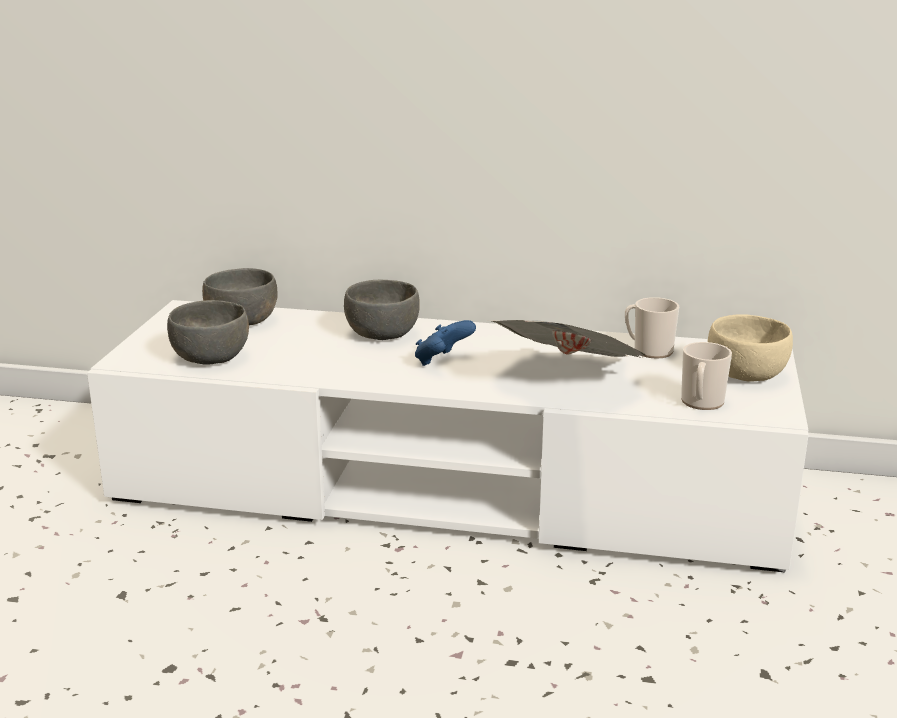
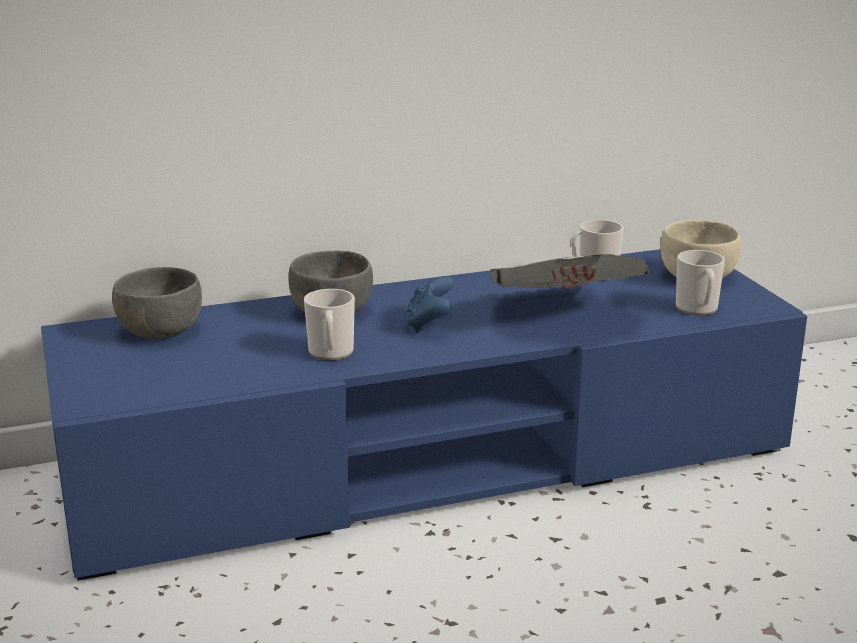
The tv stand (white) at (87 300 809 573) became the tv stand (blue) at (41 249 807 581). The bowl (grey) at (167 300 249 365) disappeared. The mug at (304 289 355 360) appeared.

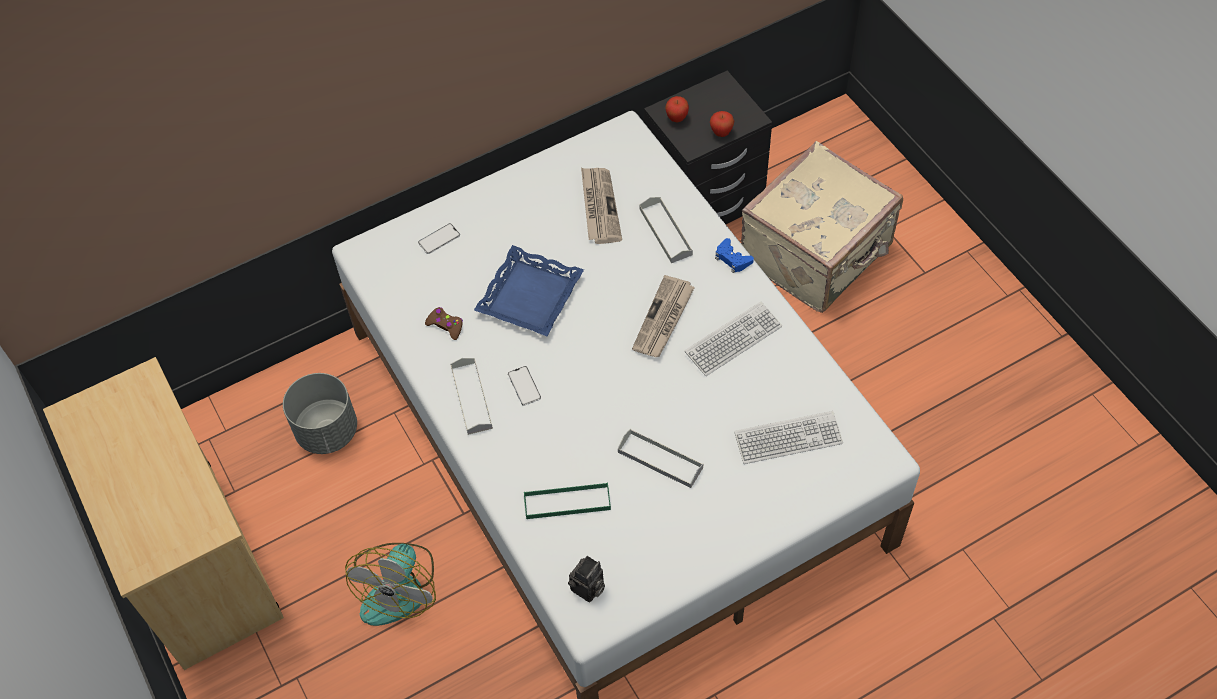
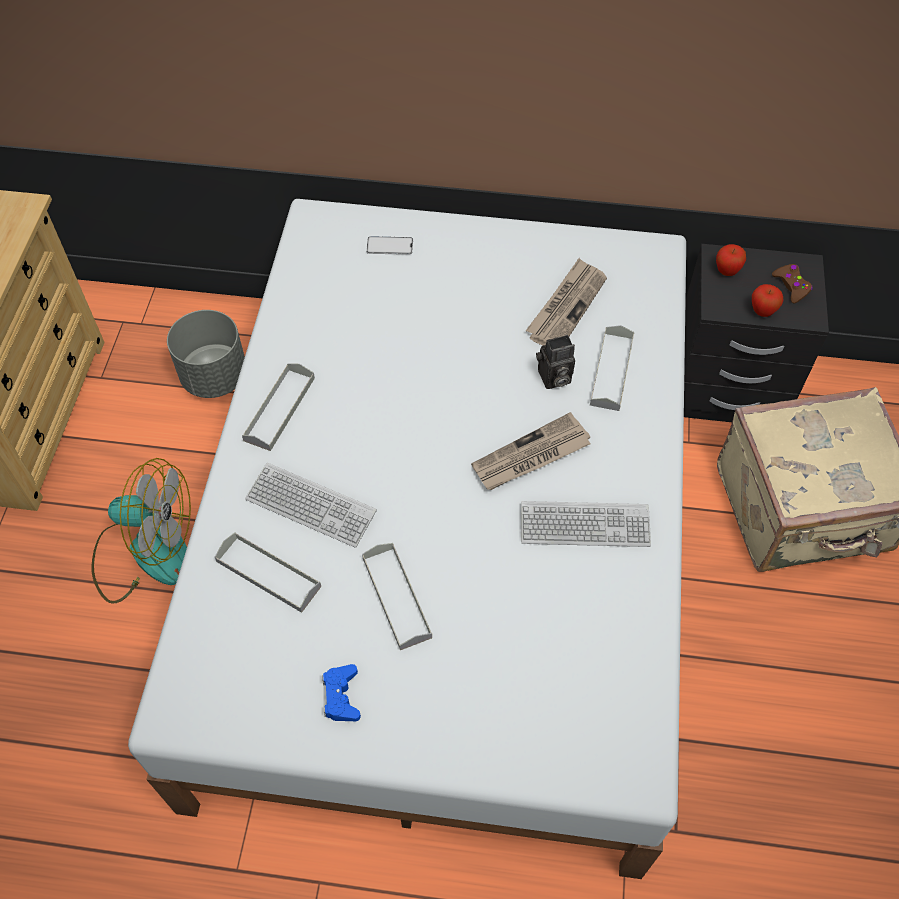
The fan at (345 543 436 626) turned 135 degrees counterclockwise. The game controller (brown) moved from (425 307 463 340) to (772 264 812 304). The tray (blue) at (474 245 584 336) disappeared. The phone at (508 366 541 406) disappeared. The tray (green) at (524 482 611 519) became the tray (grey) at (215 532 321 613). The photo camera moved from (568 556 605 602) to (536 335 575 389). The game controller (blue) moved from (715 238 754 273) to (323 664 361 721). The keyboard moved from (734 411 843 464) to (245 463 377 548).

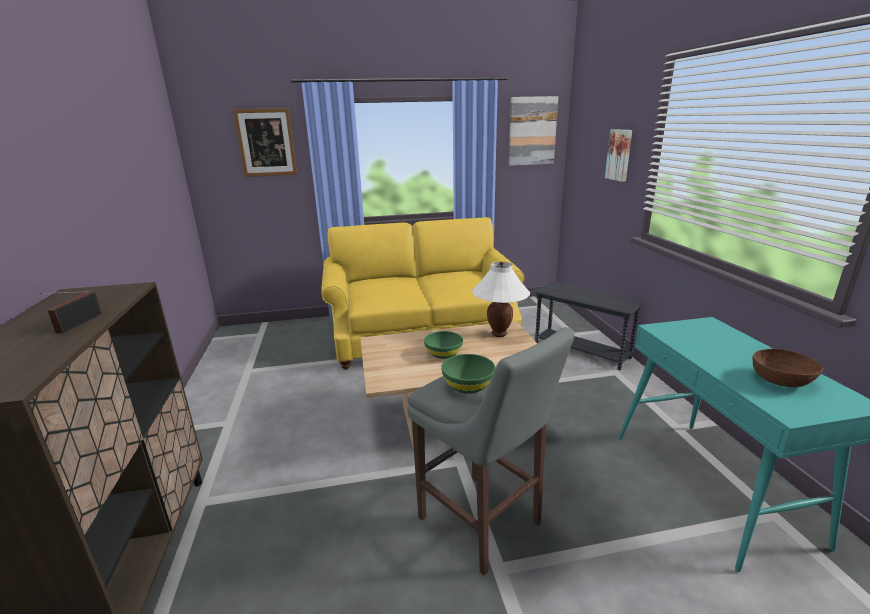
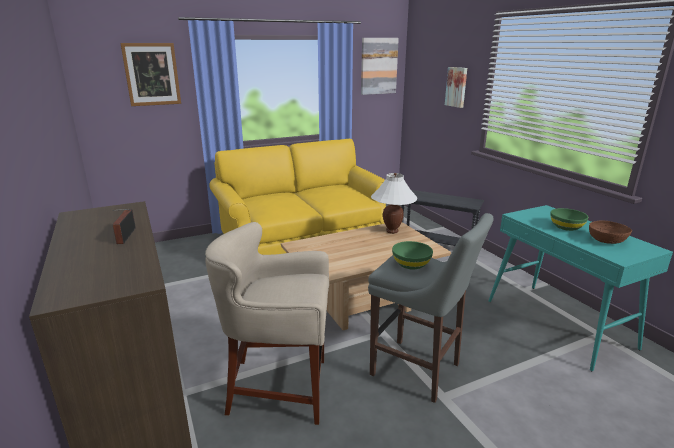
The bowl (green) moved from (424 331 463 359) to (550 208 588 231). The stool (beige) at (205 222 329 425) appeared.

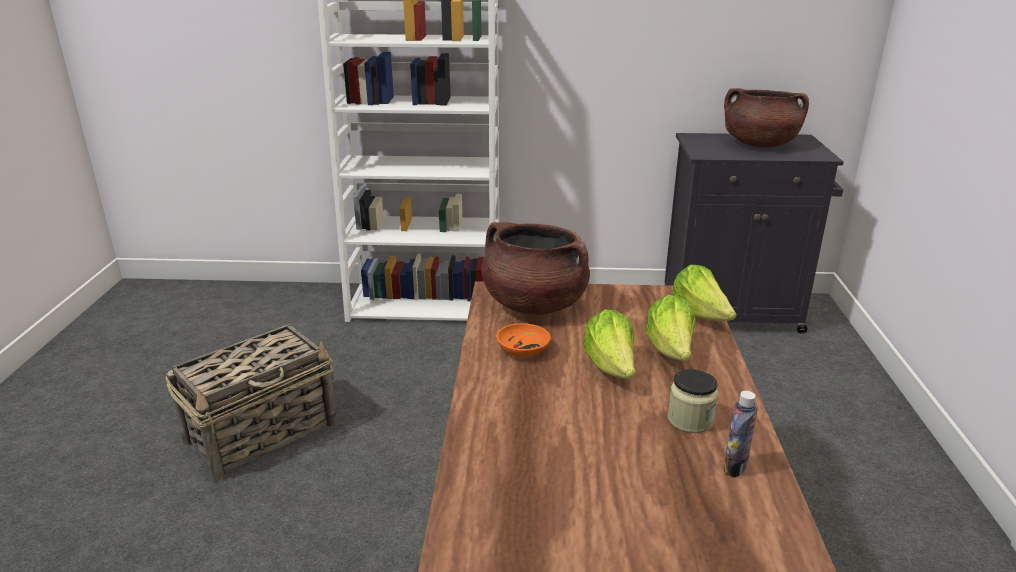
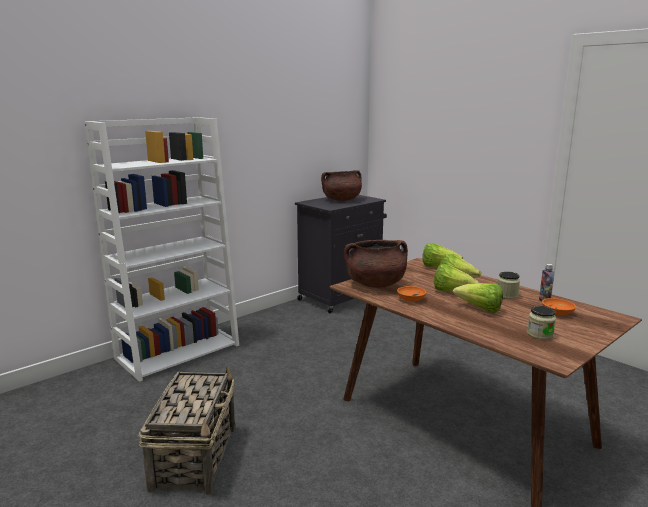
The lettuce at (453 283 503 313) appeared. The jar at (527 306 556 340) appeared. The bowl (orange) at (542 298 576 316) appeared.

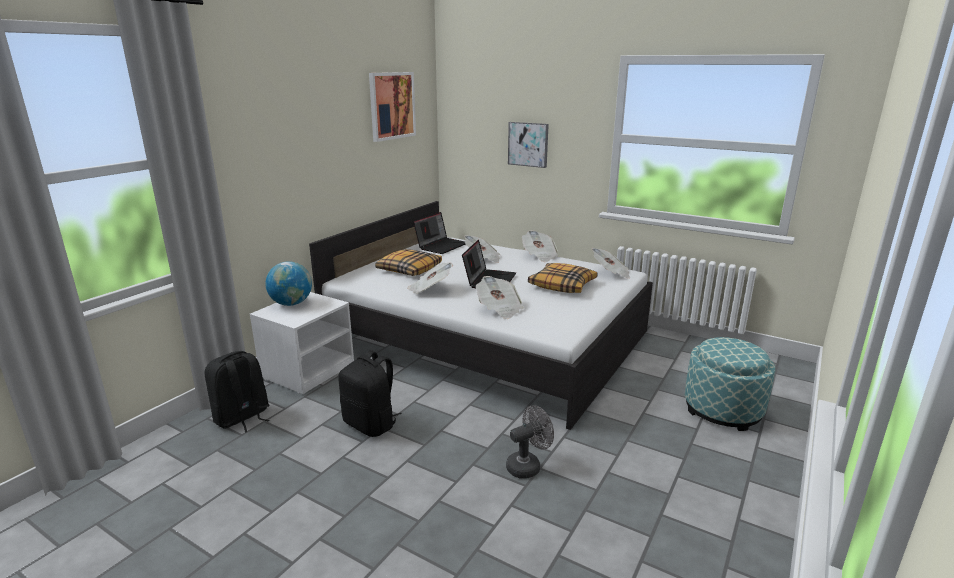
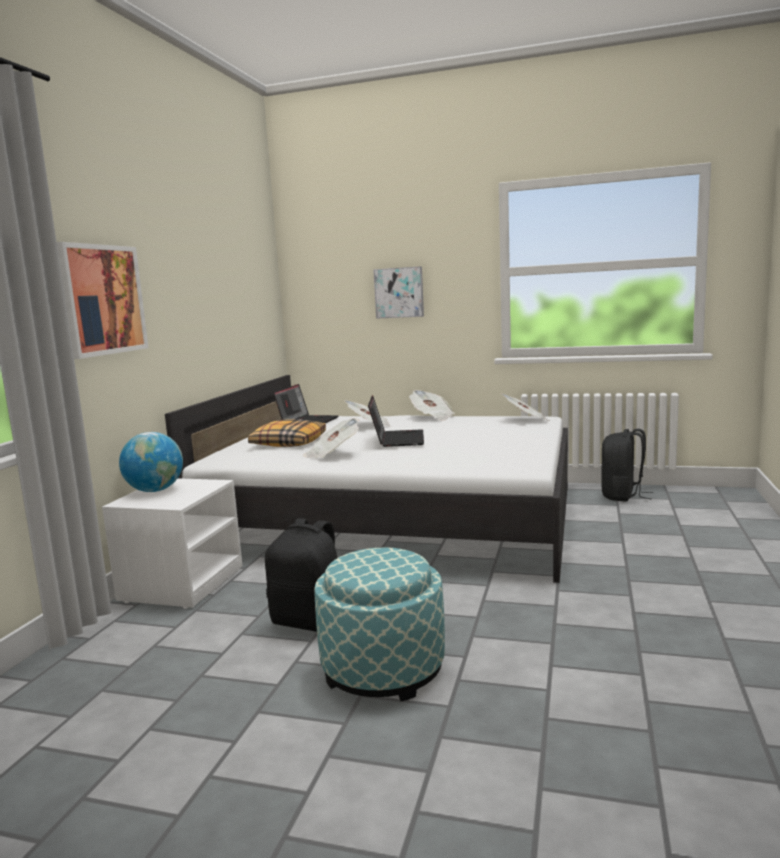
The backpack (black) moved from (205 351 270 433) to (601 429 653 502). The picture moved from (369 72 416 142) to (57 242 149 359). The newspaper at (476 276 524 319) disappeared. The fan (grey) at (506 405 554 479) disappeared. The pillow at (528 263 597 293) disappeared. The ottoman moved from (685 337 775 431) to (314 548 445 701).

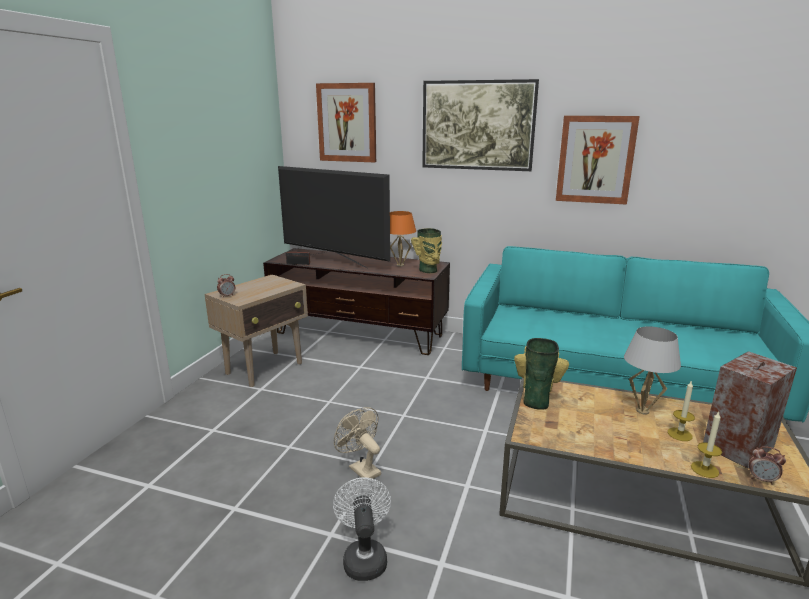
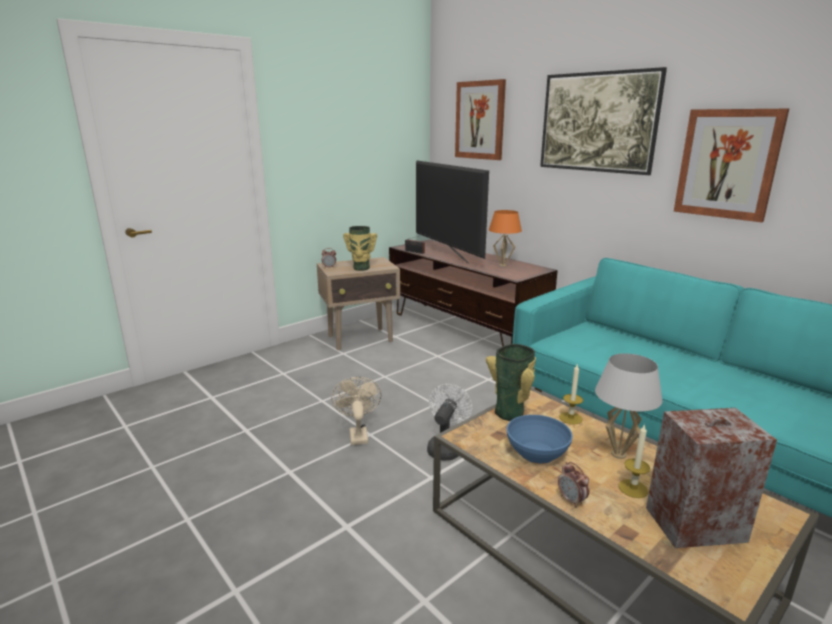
The fan (white) moved from (333 478 391 581) to (427 384 472 460). The vase moved from (411 228 442 273) to (343 226 377 271). The candle moved from (691 412 722 478) to (559 364 583 424). The alarm clock moved from (749 446 786 485) to (558 462 589 508). The bowl (blue) at (507 415 573 464) appeared.

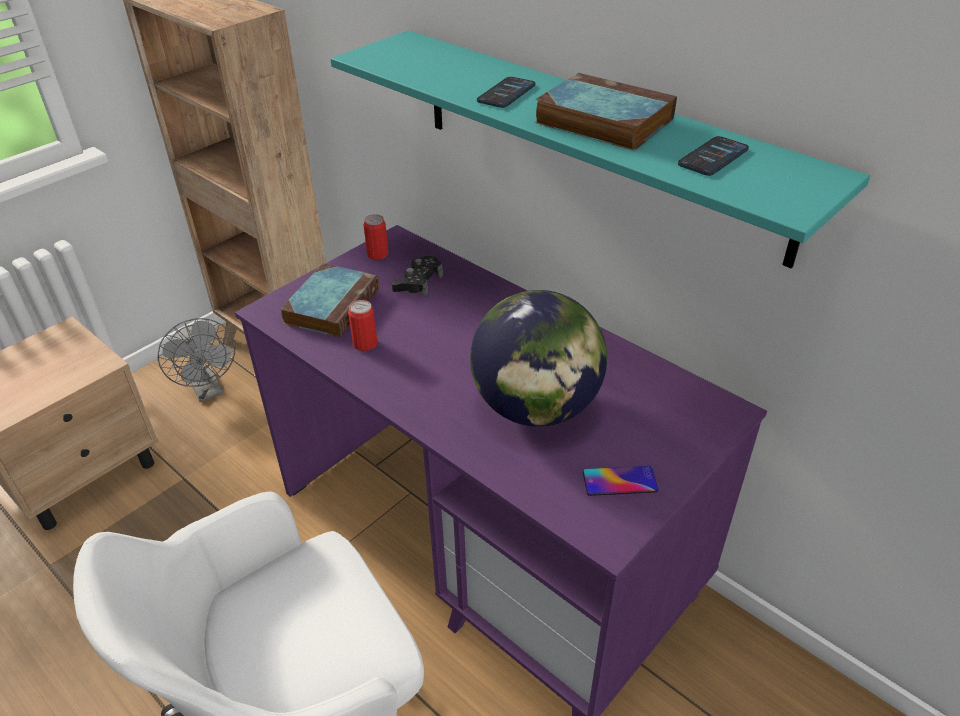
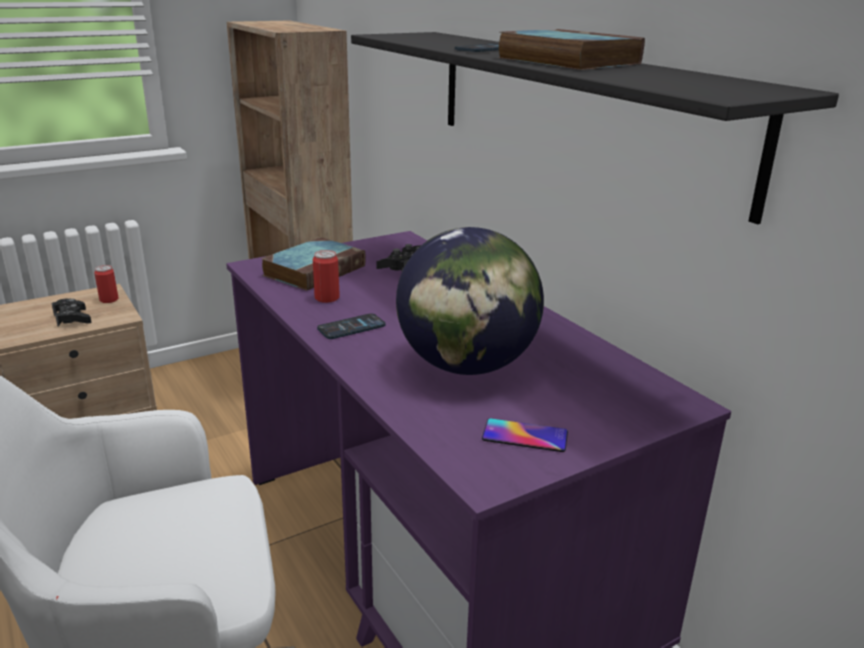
The fan (grey) at (158 318 235 402) disappeared. The shelf (turquoise) at (330 30 870 268) became the shelf (black) at (351 32 839 224). The can moved from (363 214 389 260) to (94 265 118 303). The phone moved from (678 136 749 176) to (317 313 386 339). The game controller (black) at (51 299 92 327) appeared.

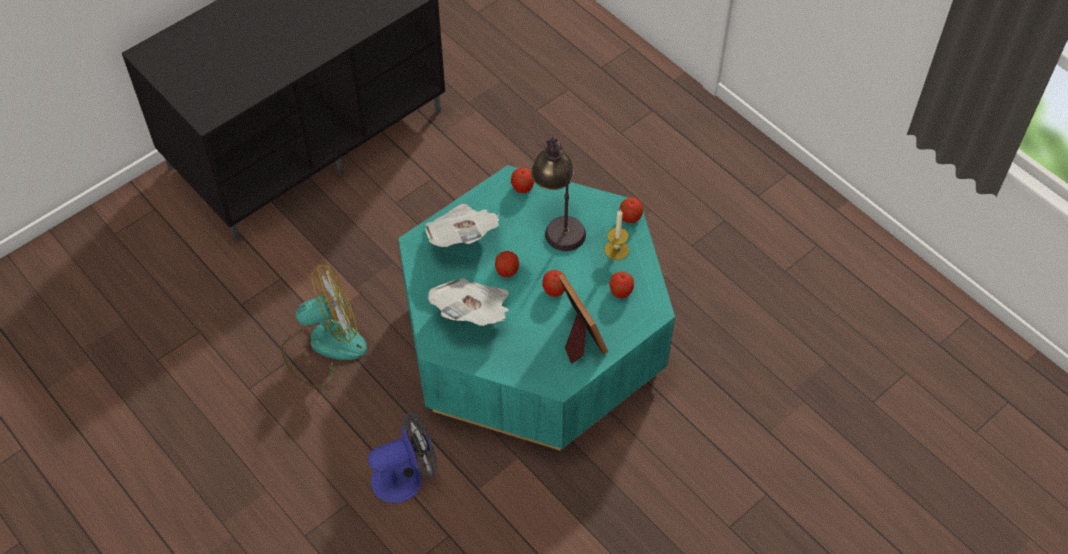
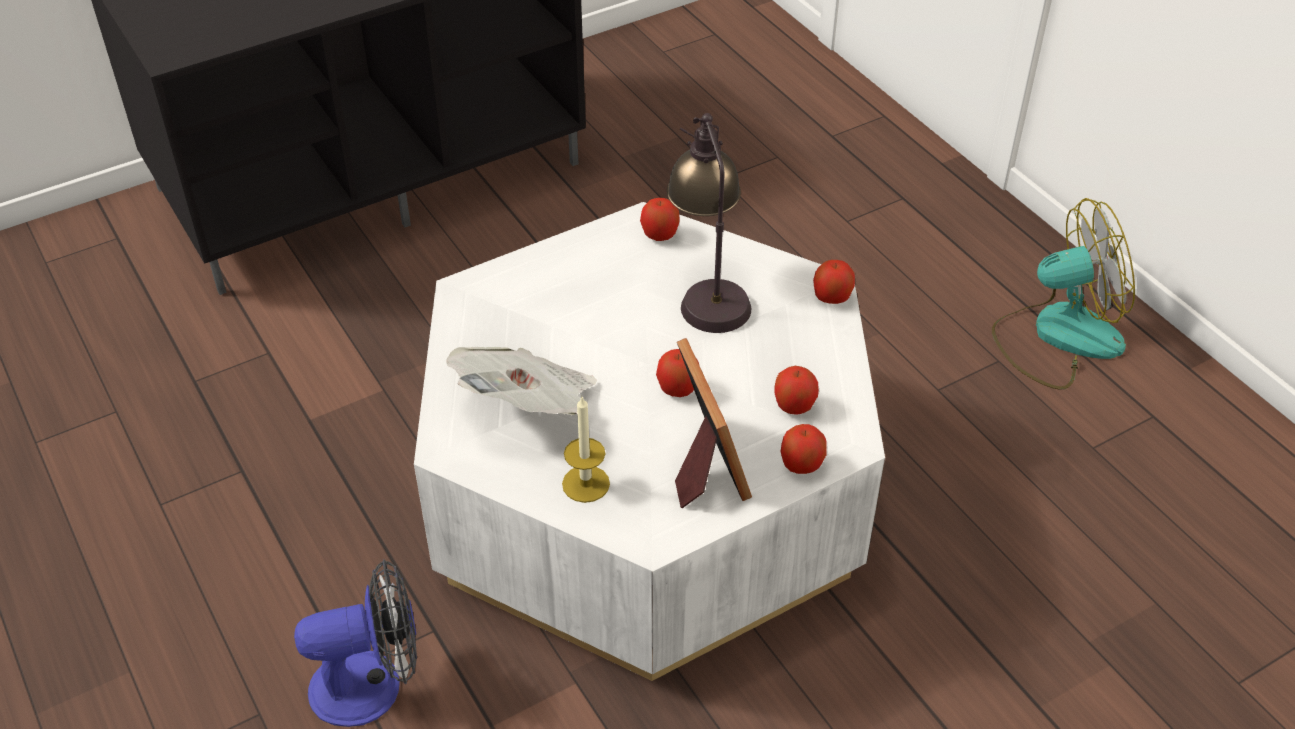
The fan moved from (282 264 367 388) to (992 198 1135 390). The coffee table (turquoise) at (398 165 675 451) became the coffee table (white) at (414 202 885 681). The newspaper at (425 204 499 247) disappeared. The apple moved from (495 251 519 277) to (780 424 827 474). The candle moved from (604 210 629 260) to (562 395 610 503).

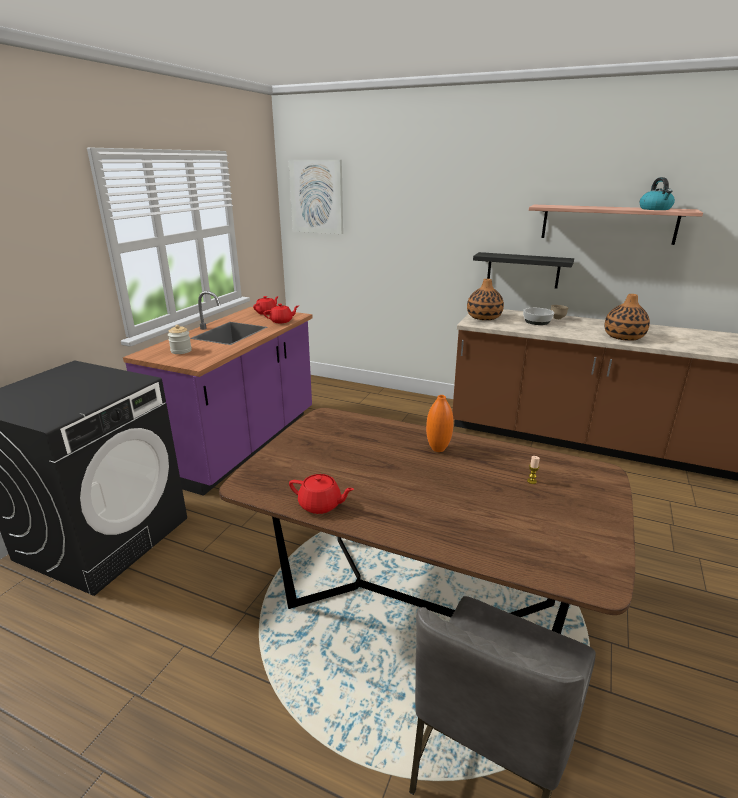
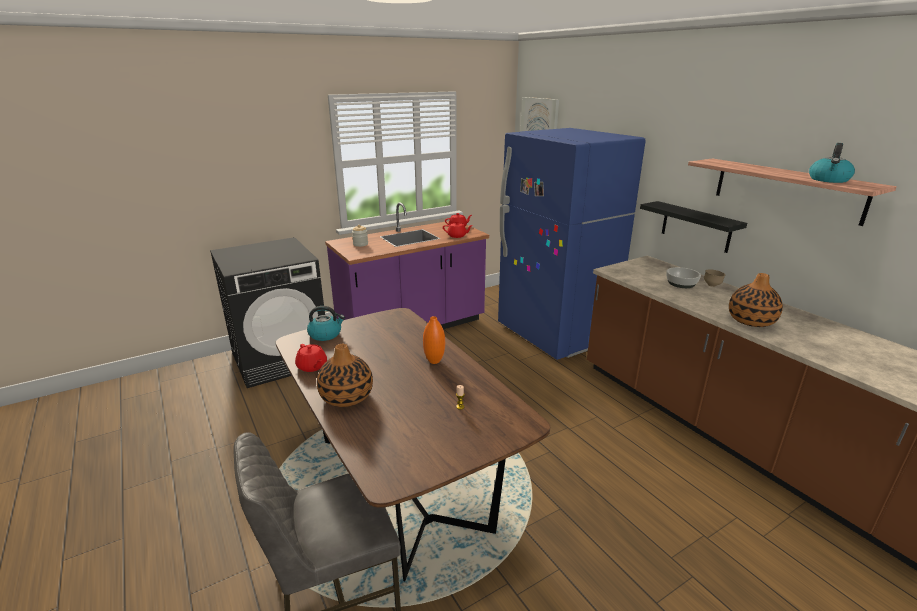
The vase moved from (467 279 504 320) to (317 344 373 407). The kettle at (307 306 345 341) appeared. The fridge (blue) at (498 128 645 360) appeared.

